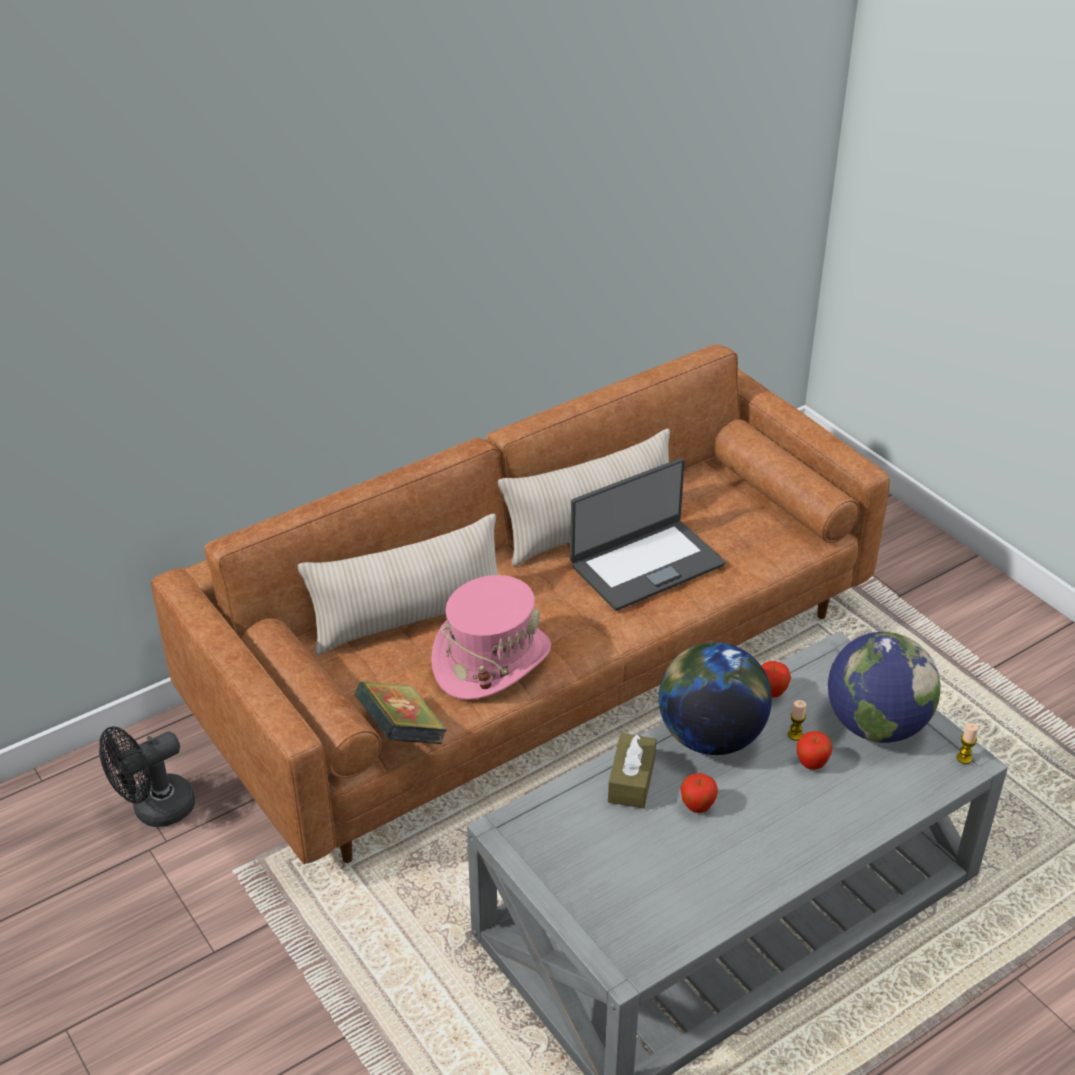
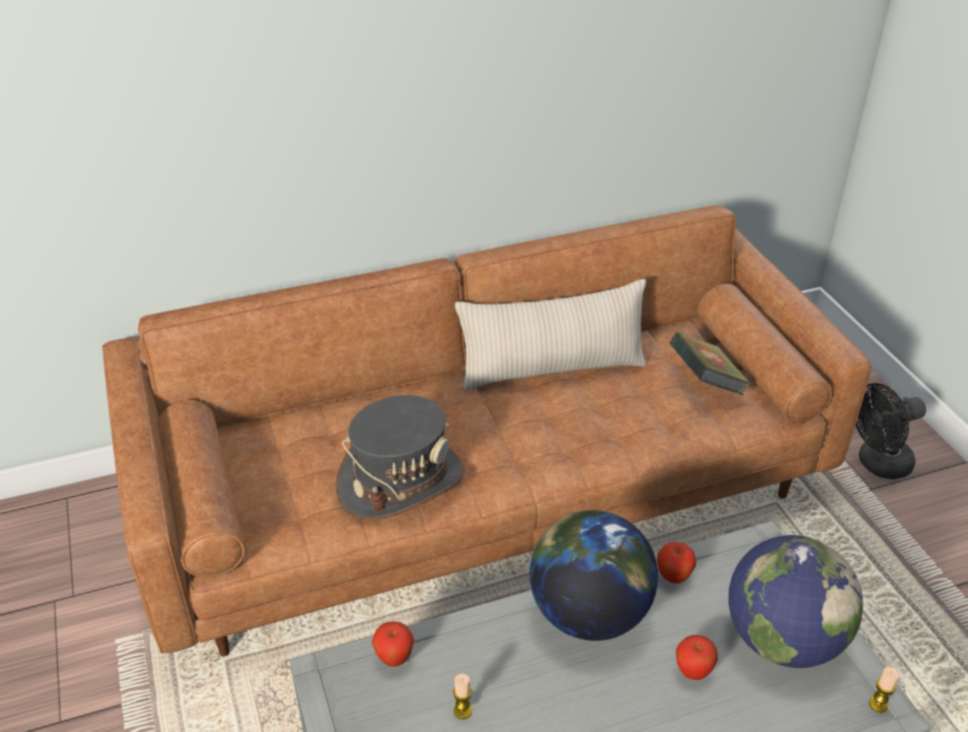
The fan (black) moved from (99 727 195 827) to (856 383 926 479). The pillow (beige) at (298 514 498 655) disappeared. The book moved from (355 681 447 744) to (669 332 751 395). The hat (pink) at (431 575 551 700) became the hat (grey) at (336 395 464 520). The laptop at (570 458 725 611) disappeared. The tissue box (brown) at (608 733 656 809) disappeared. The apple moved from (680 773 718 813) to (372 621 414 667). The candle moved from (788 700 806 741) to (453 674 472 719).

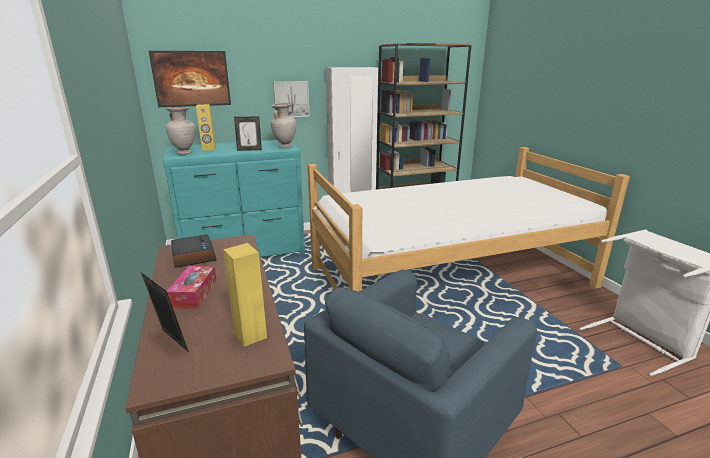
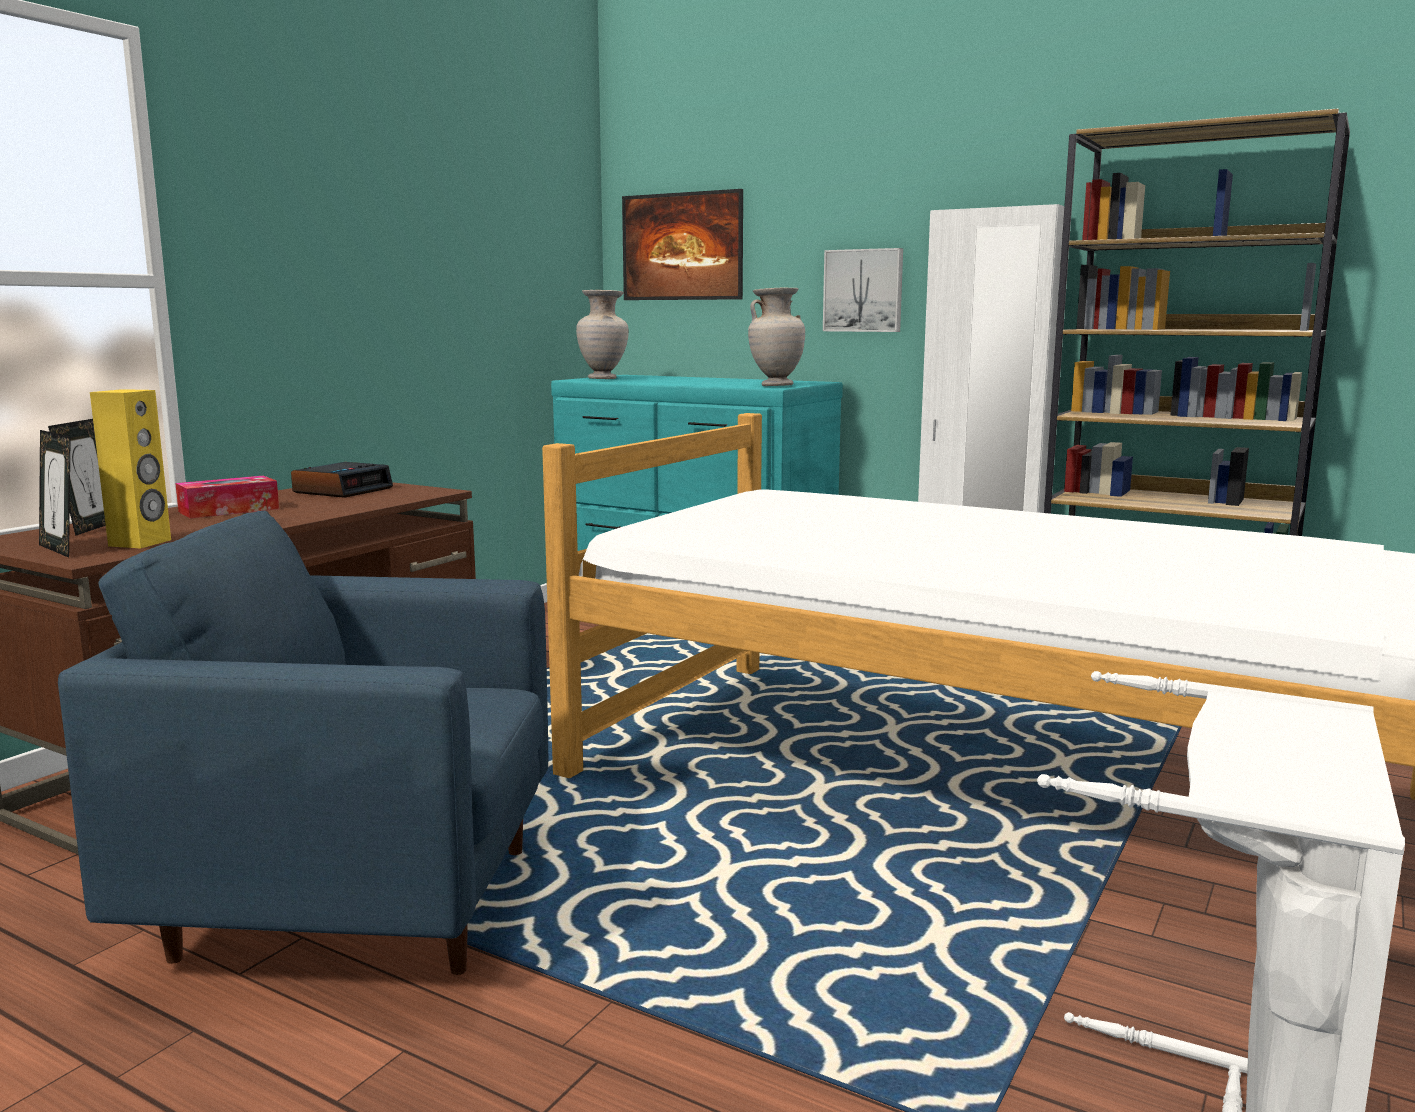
The speaker (yellow) at (196 104 216 150) disappeared. The picture frame moved from (234 116 262 151) to (39 430 71 558).

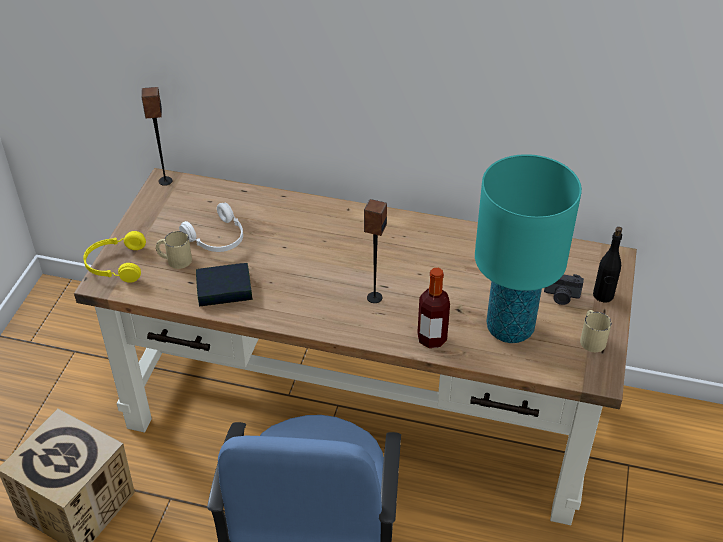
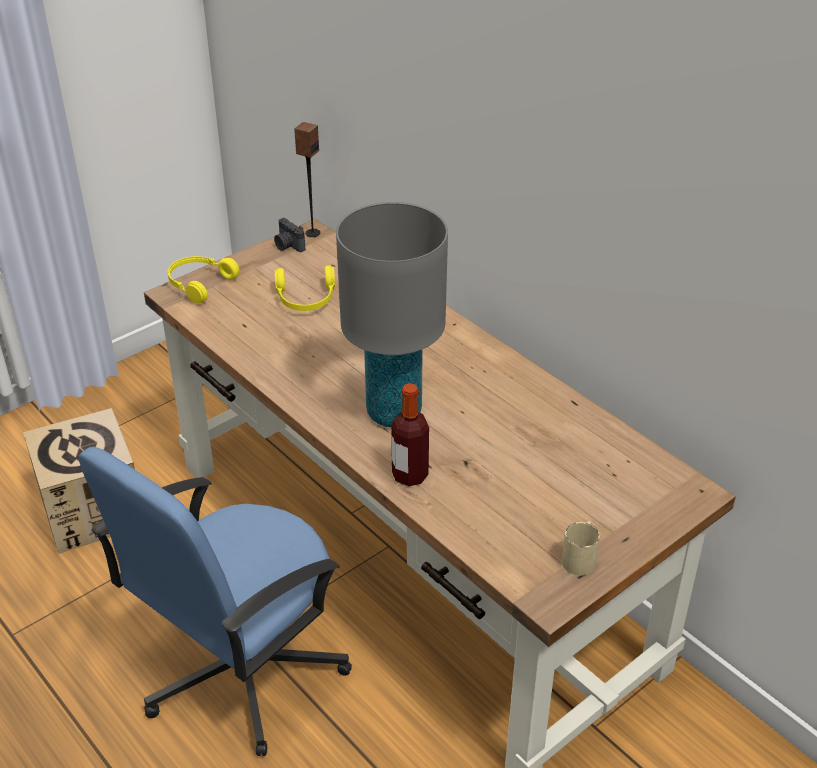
The mug (beige) at (156 231 192 269) disappeared. The headphones (white) at (179 203 243 252) became the headphones (yellow) at (275 265 335 311). The book at (196 263 253 307) disappeared. The speaker at (364 199 387 303) was replaced by the table lamp (grey) at (336 202 448 427). The table lamp (turquoise) at (475 154 582 343) disappeared. The photo camera moved from (544 274 584 305) to (274 218 305 252). The bottle (black) at (593 227 622 302) disappeared.

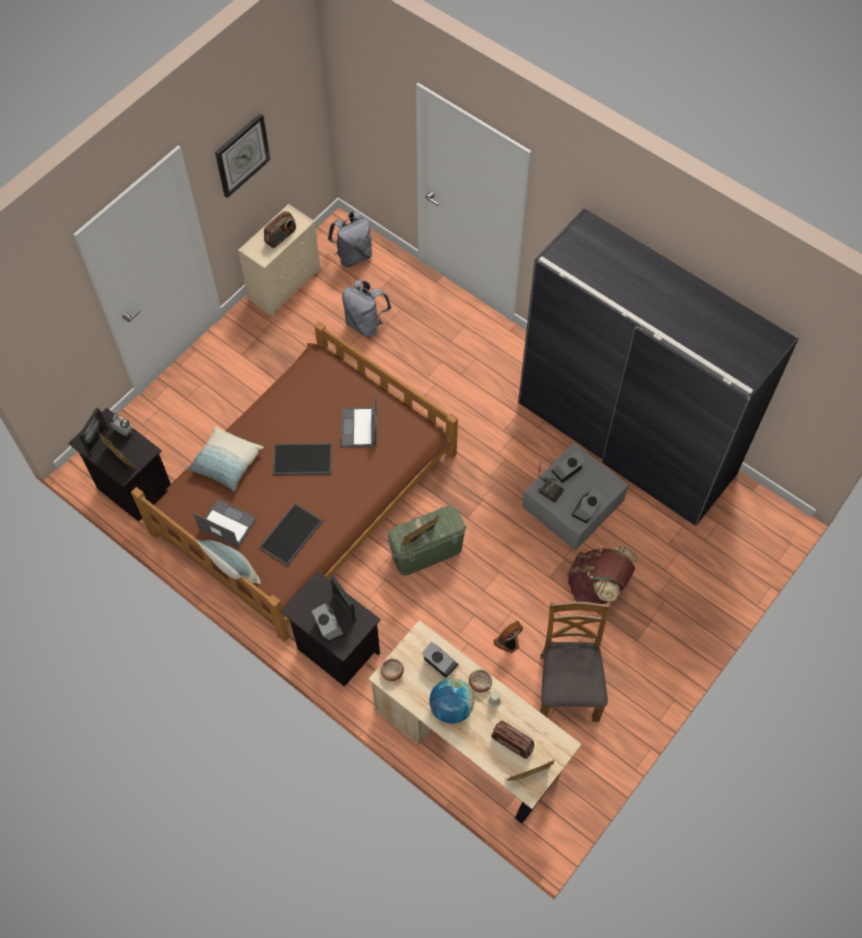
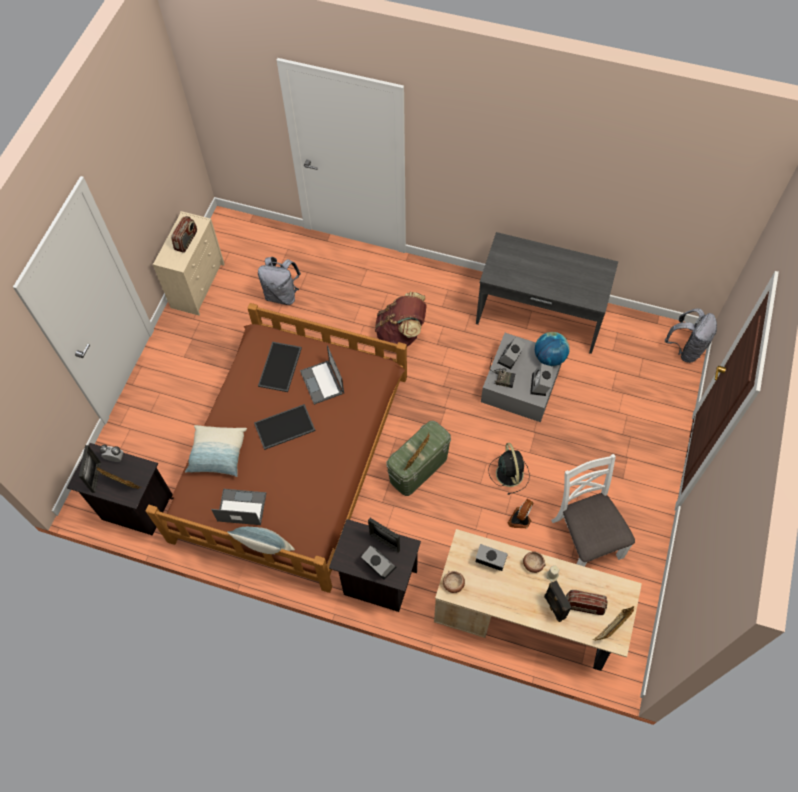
The wall clock at (215 113 271 198) disappeared. The tray moved from (259 503 323 566) to (258 342 302 392). The backpack (grey) moved from (328 211 372 268) to (665 308 717 363). The globe moved from (430 678 474 724) to (535 332 570 366). The wardrobe (grey) at (518 208 798 526) was replaced by the desk (grey) at (476 232 618 354). The chair (brown) at (540 602 610 722) became the chair (white) at (551 454 635 567). The backpack (brown) moved from (567 546 638 604) to (375 292 427 347). The fan (black) at (488 443 530 495) appeared. The speaker (black) at (544 580 572 622) appeared.

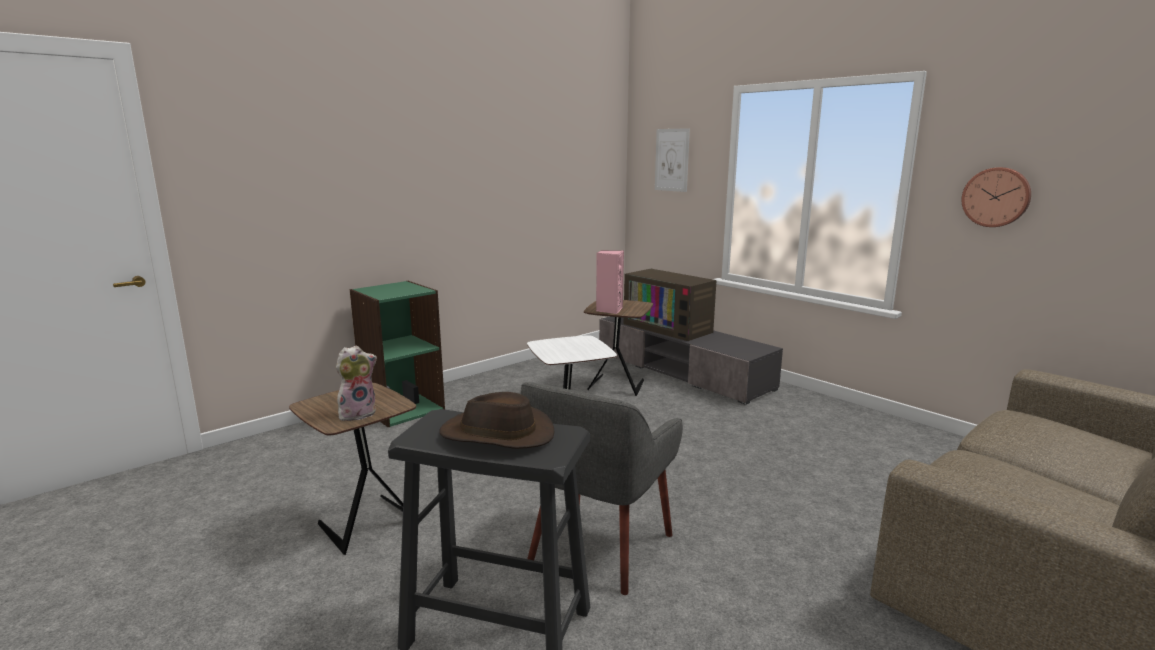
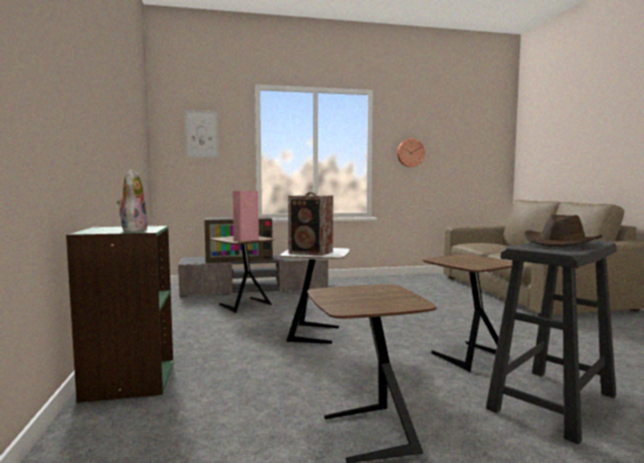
The plush toy moved from (336 346 377 421) to (117 169 148 232). The armchair (grey) at (521 382 683 595) was replaced by the side table (brown) at (423 254 512 372). The speaker at (288 192 333 256) appeared.

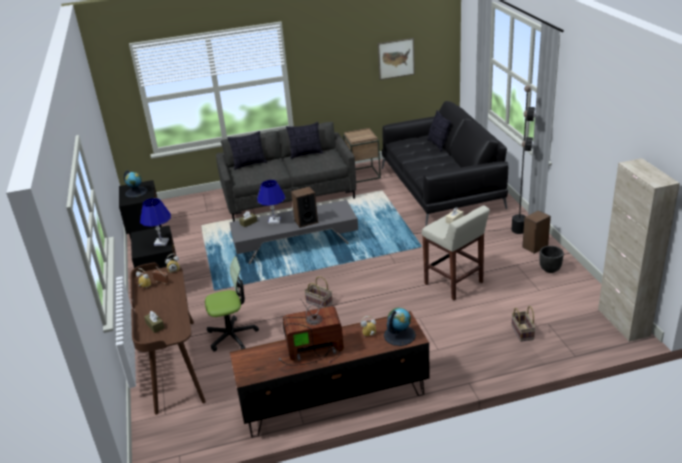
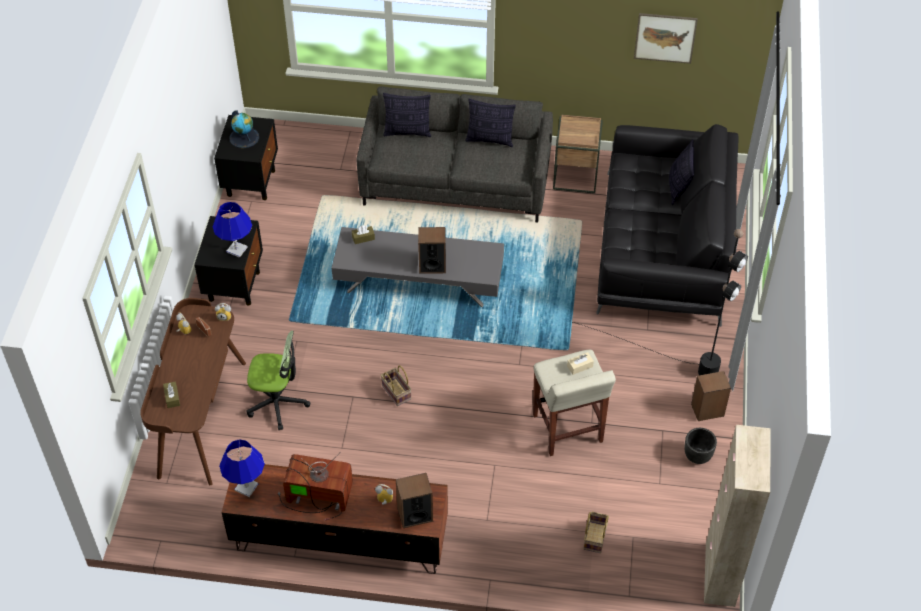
The table lamp (blue) moved from (257 180 285 224) to (219 439 265 497). The globe at (384 307 416 346) was replaced by the speaker at (396 473 433 528).

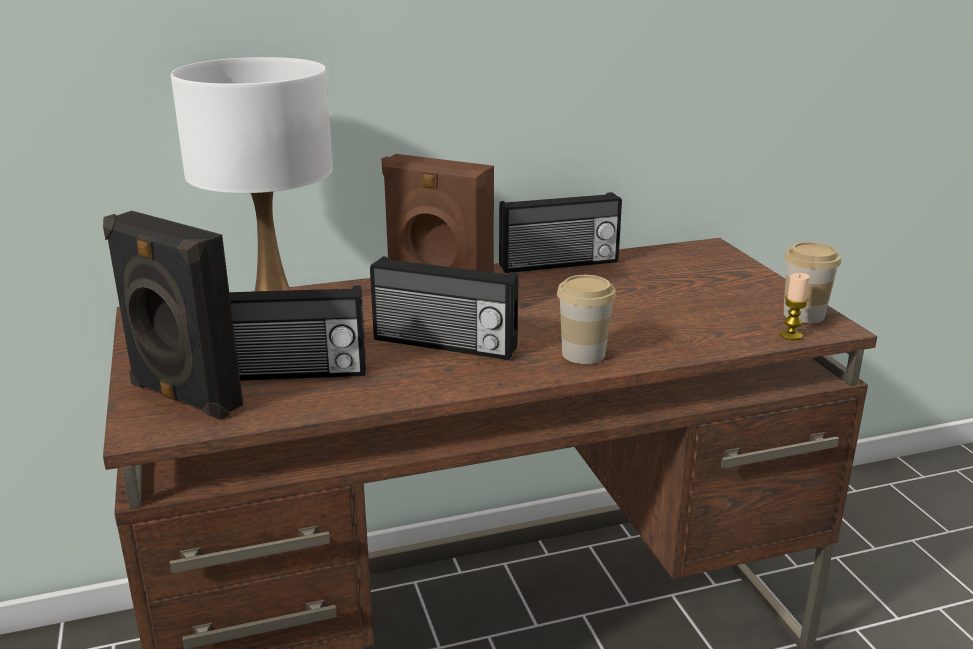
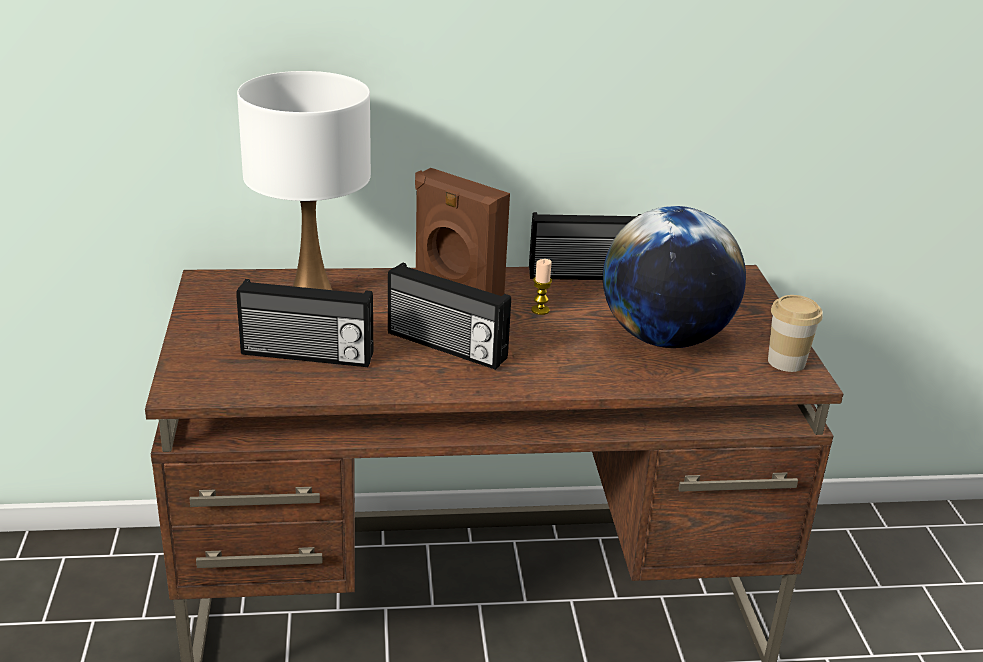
The speaker (black) at (103 211 243 420) disappeared. The cup at (557 275 616 364) disappeared. The candle moved from (780 273 809 340) to (531 259 552 315). The globe at (603 206 746 348) appeared.

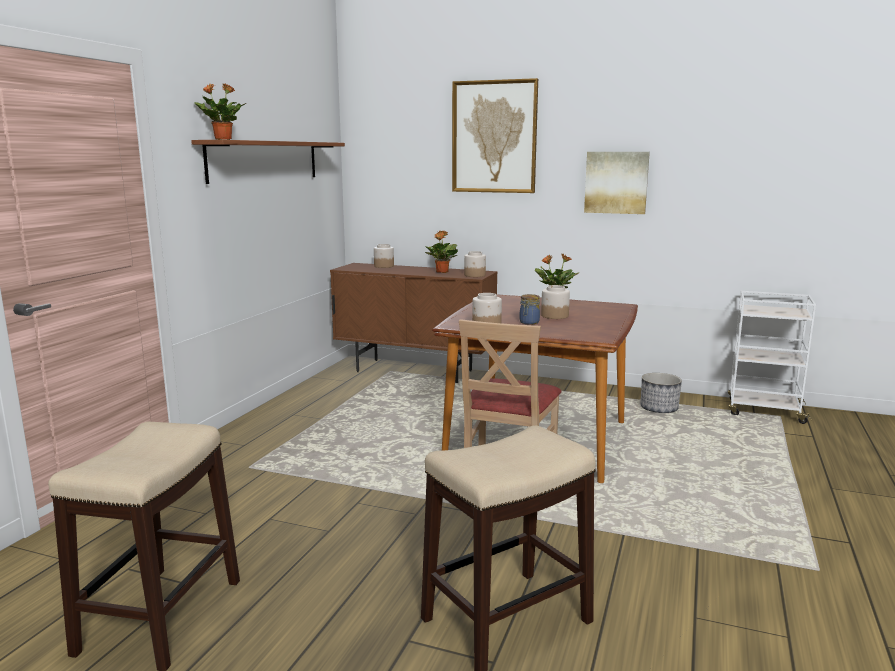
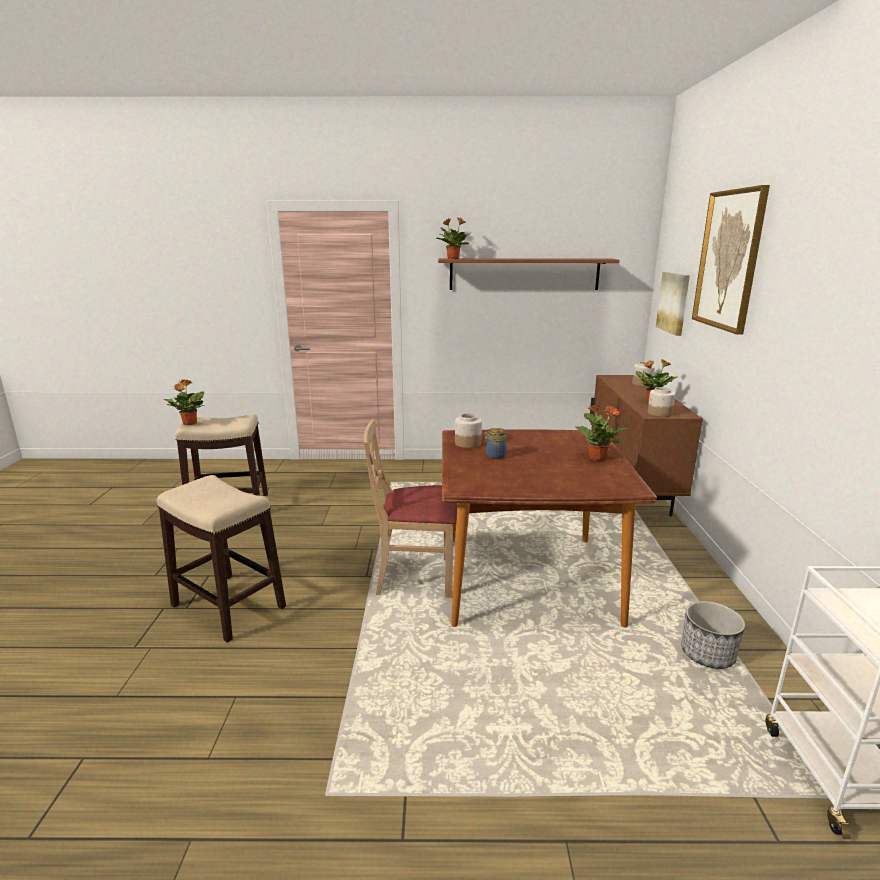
The jar at (541 285 570 319) disappeared. The picture moved from (584 152 650 214) to (656 272 690 336). The potted plant at (164 379 204 425) appeared.

